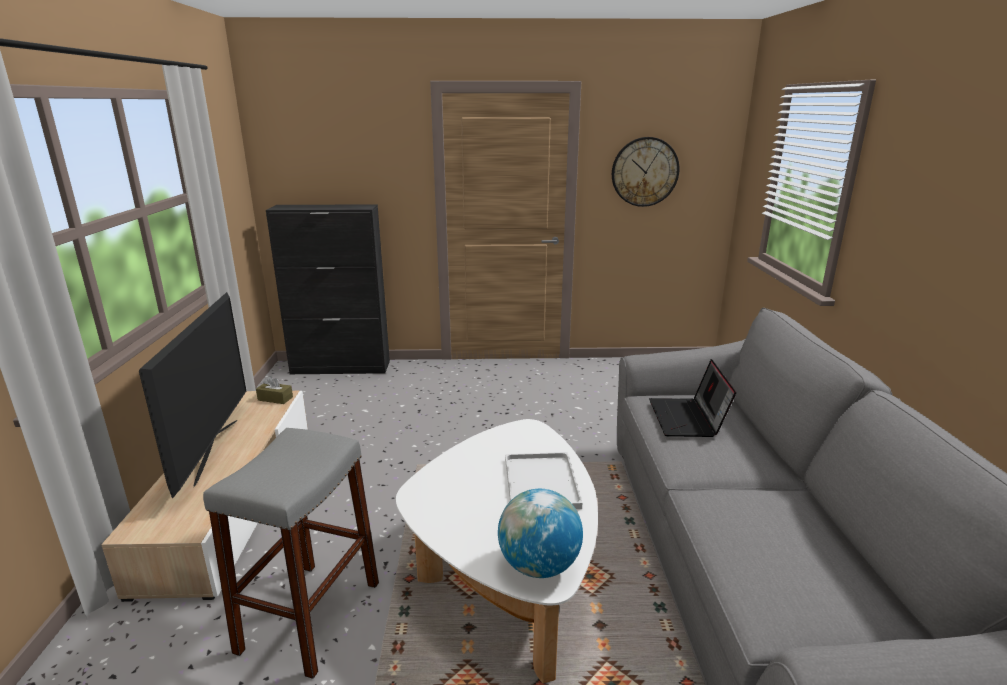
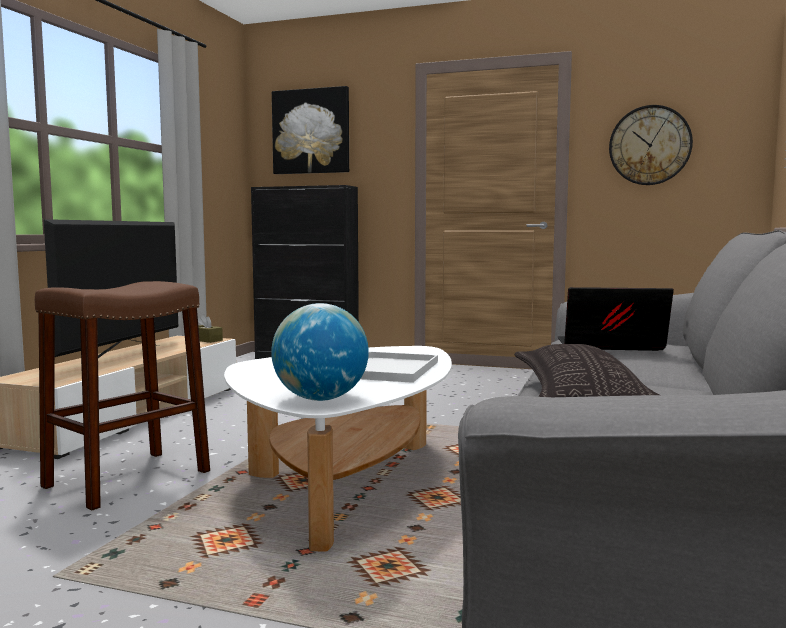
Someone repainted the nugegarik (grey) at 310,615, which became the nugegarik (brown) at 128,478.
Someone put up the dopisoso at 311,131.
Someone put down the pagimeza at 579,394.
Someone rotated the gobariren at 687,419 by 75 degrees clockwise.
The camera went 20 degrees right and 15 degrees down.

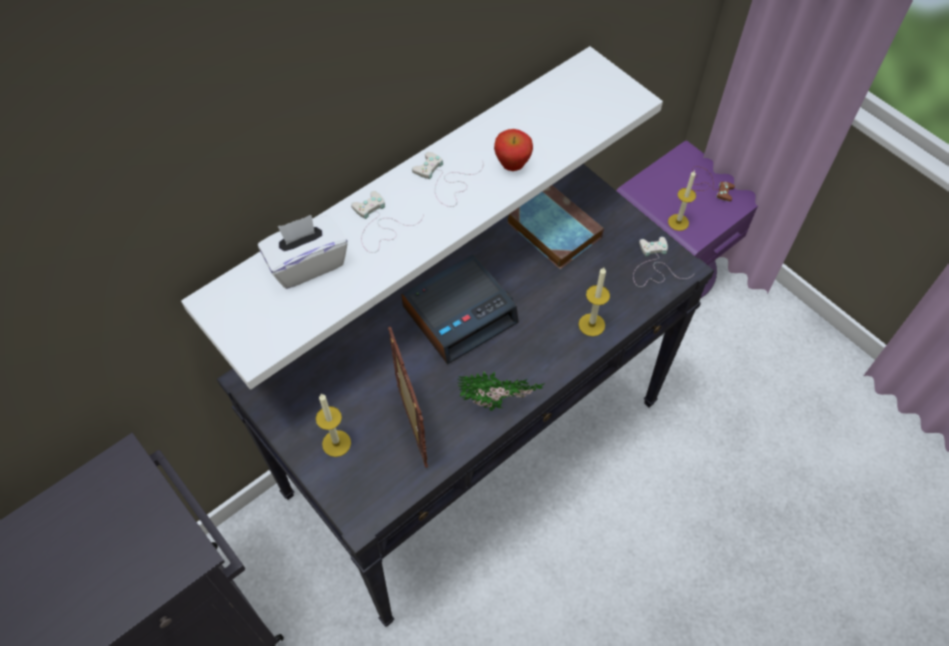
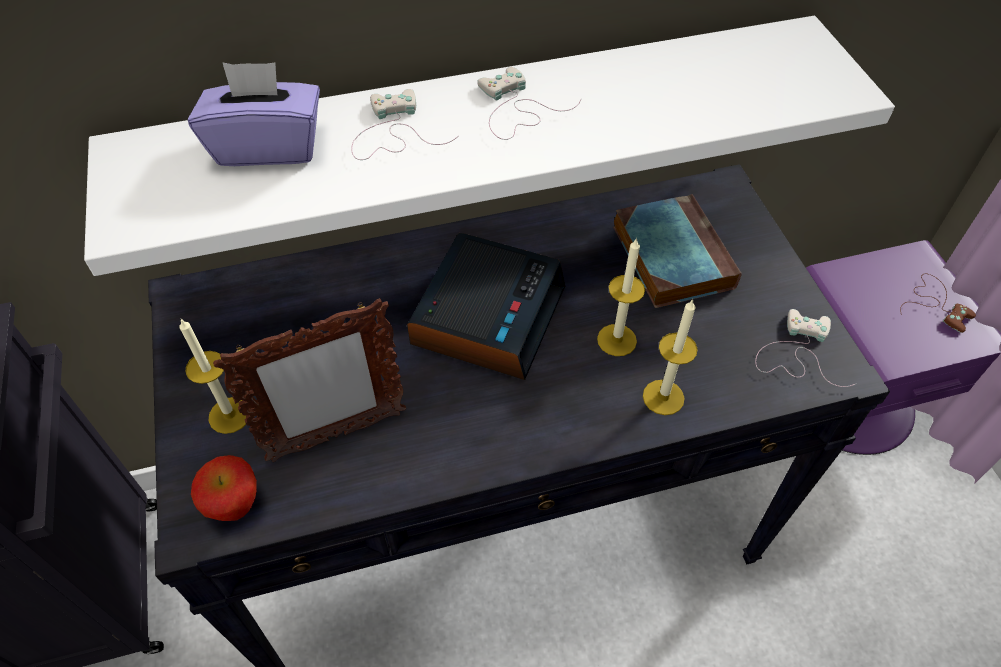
Someone repainted the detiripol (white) at 307,263, which became the detiripol (purple) at 268,146.
Someone carried the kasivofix from 512,166 to 236,507.
Someone rotated the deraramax at 411,428 by 60 degrees clockwise.
Someone rotated the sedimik at 460,313 by 60 degrees counterclockwise.
Someone carried the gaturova from 678,222 to 616,340.
Someone took away the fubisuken at 499,405.
The camera went 25 degrees right and 5 degrees down.

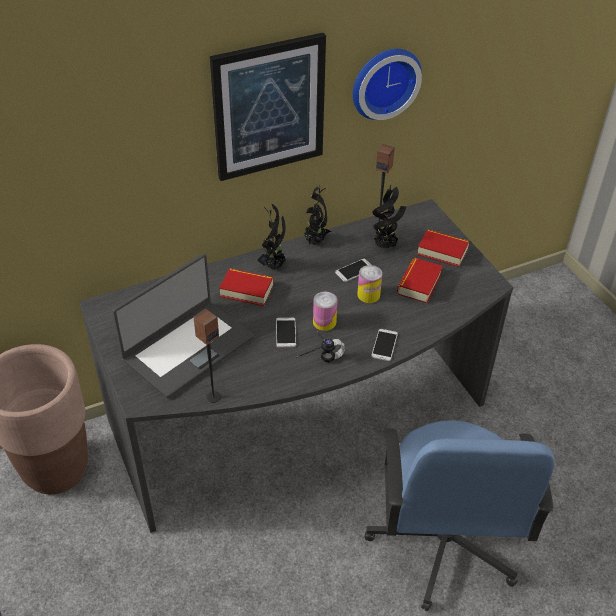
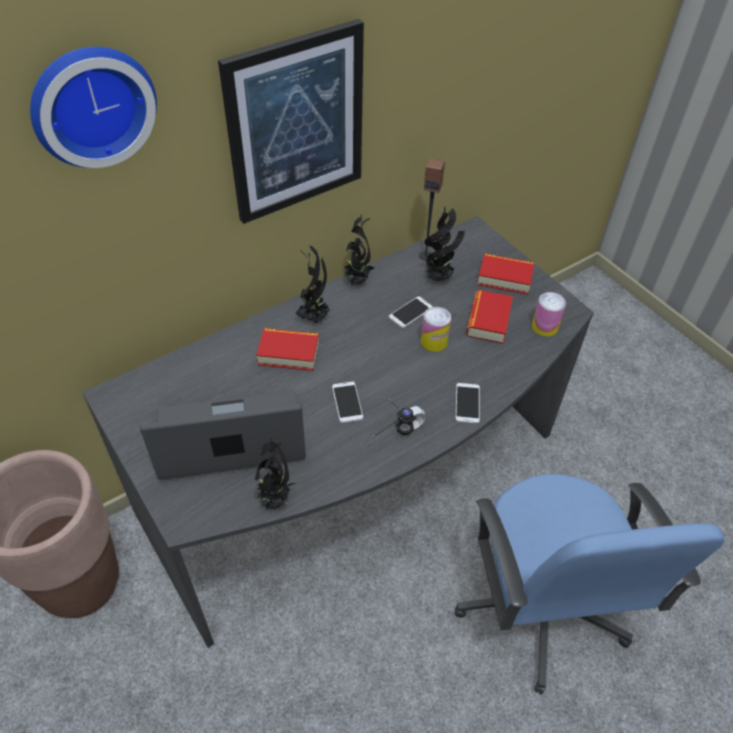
Someone carried the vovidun from 383,81 to 91,104.
Someone rotated the gobariren at 187,348 by 135 degrees counterclockwise.
Someone swapped the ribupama at 213,396 for the fubisuken at 275,500.
Someone carried the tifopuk from 324,322 to 545,326.
The camera went 10 degrees left and 5 degrees up.

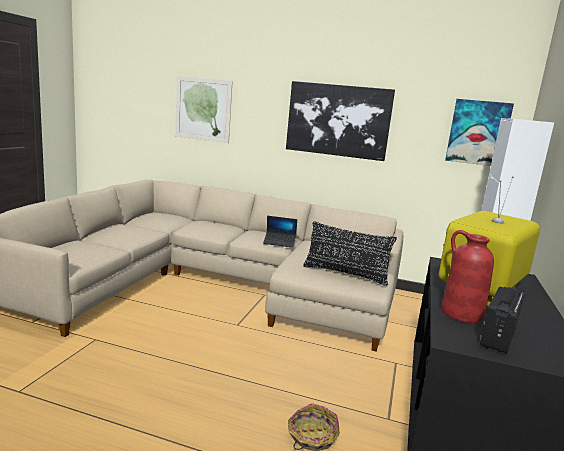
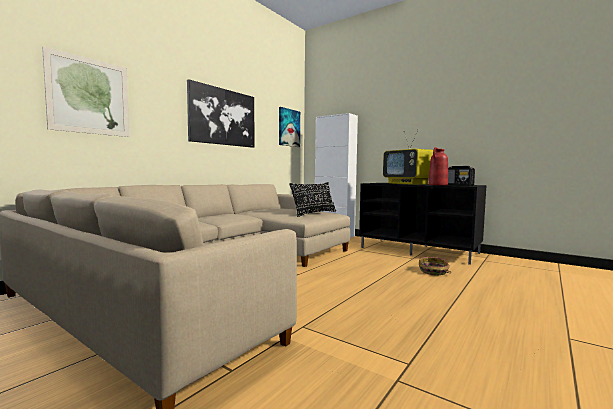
Someone took away the gobariren at 279,243.
The camera went 70 degrees left and 10 degrees down.

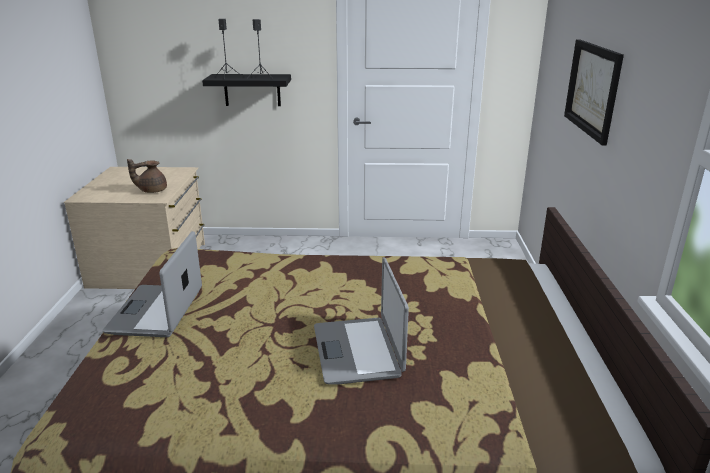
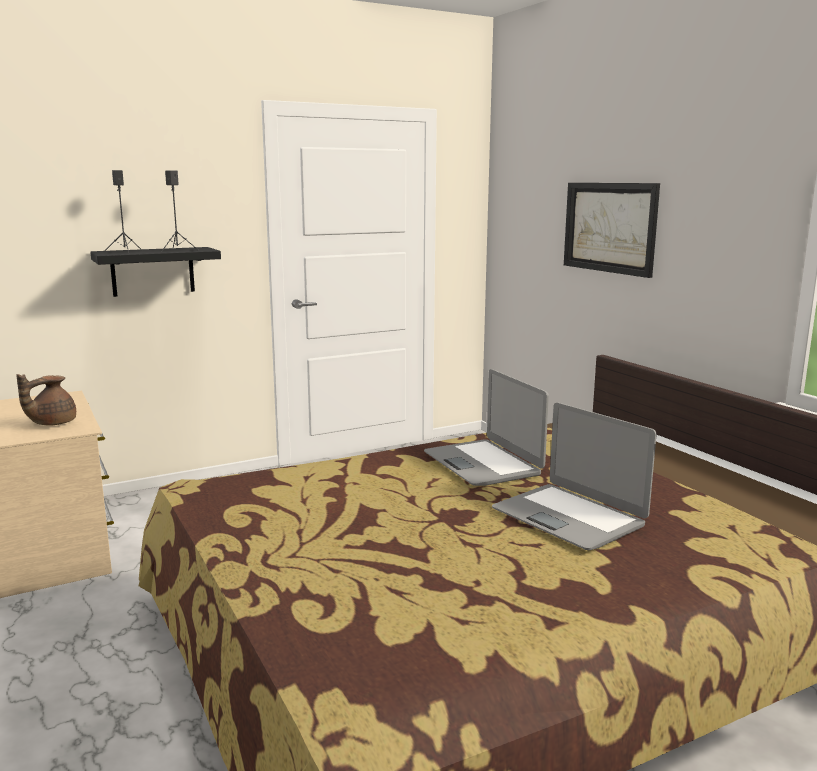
Someone carried the gobariren from 157,311 to 483,464.
The camera went 30 degrees left and 10 degrees down.

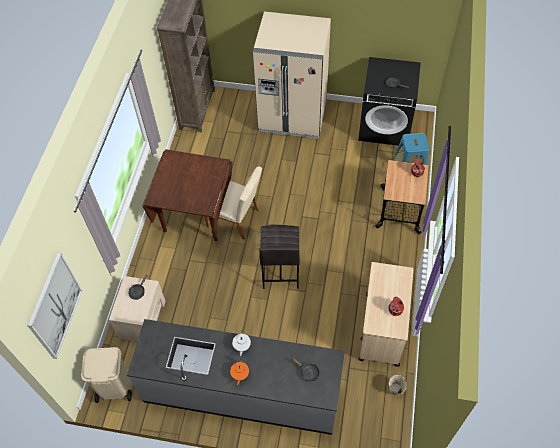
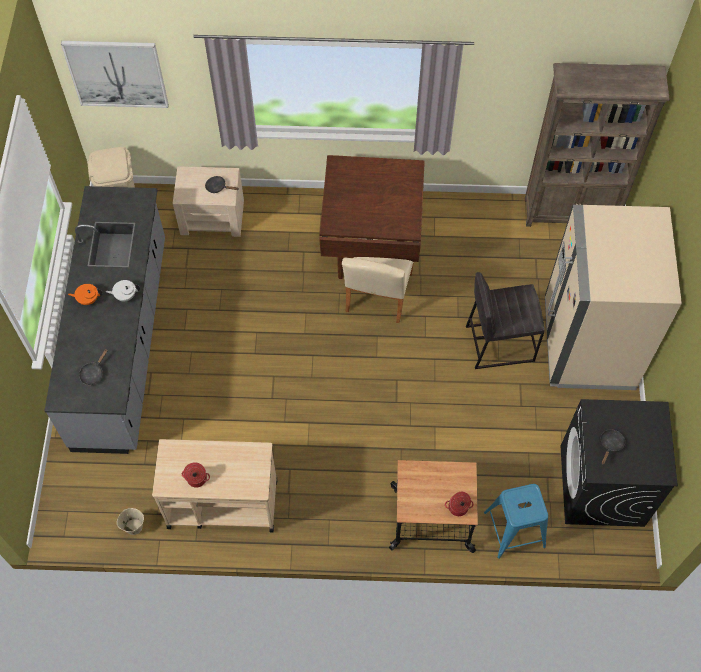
Someone carried the nugegarik (grey) from 280,270 to 499,343.
The camera went 80 degrees right and 5 degrees up.

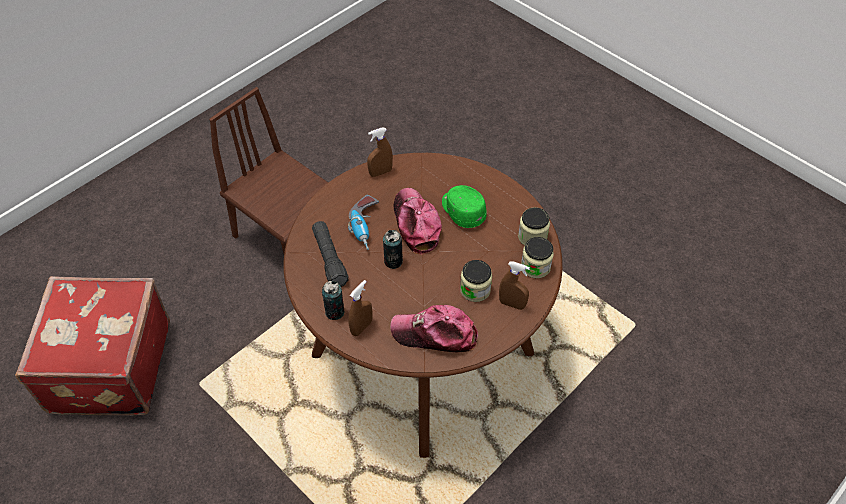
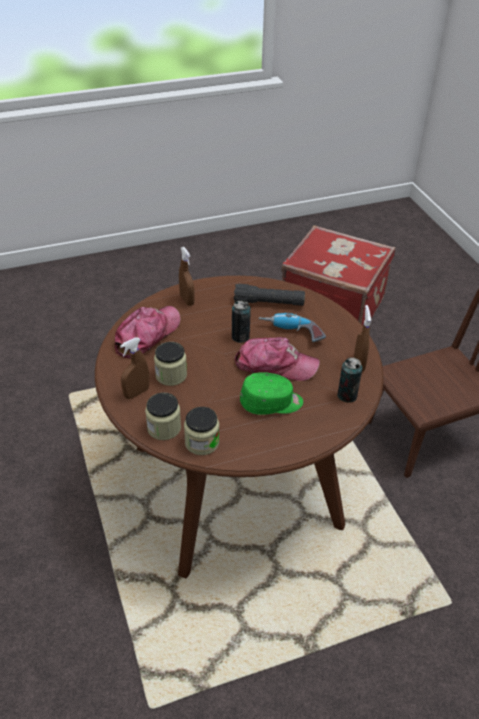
Someone carried the tifopuk from 334,312 to 347,395.
The camera went 115 degrees right and 10 degrees down.

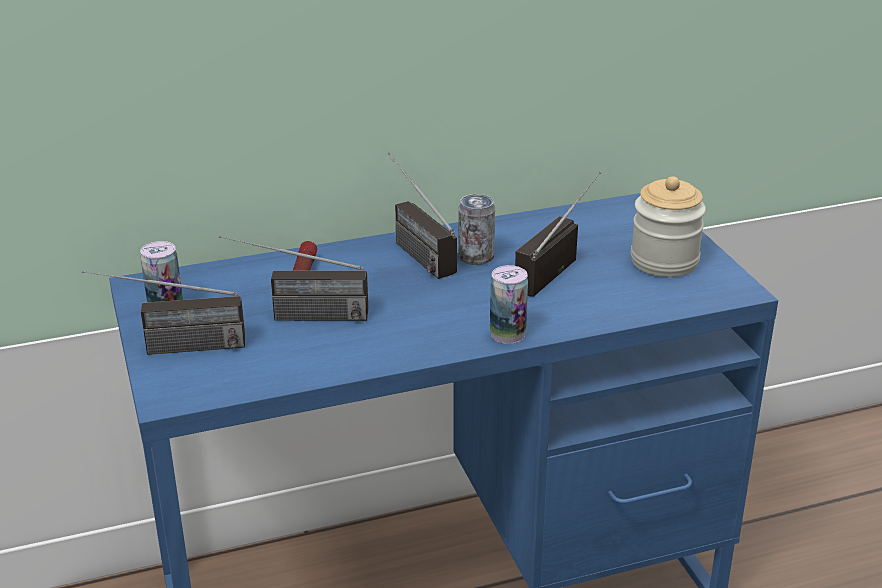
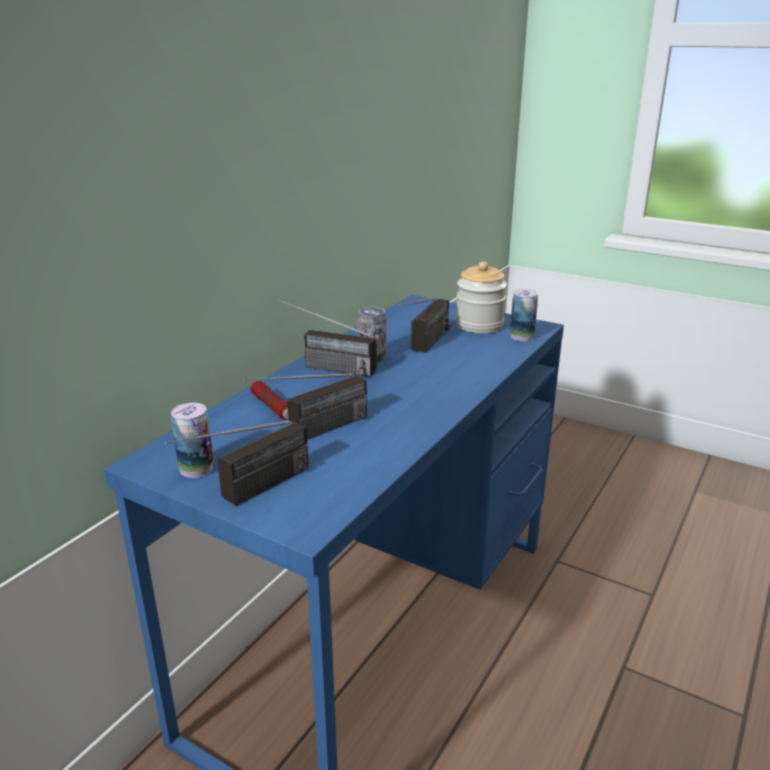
Someone rotated the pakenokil at 554,265 by 150 degrees counterclockwise.
Someone carried the tifopuk from 507,334 to 521,337.
The camera went 40 degrees left and 5 degrees down.

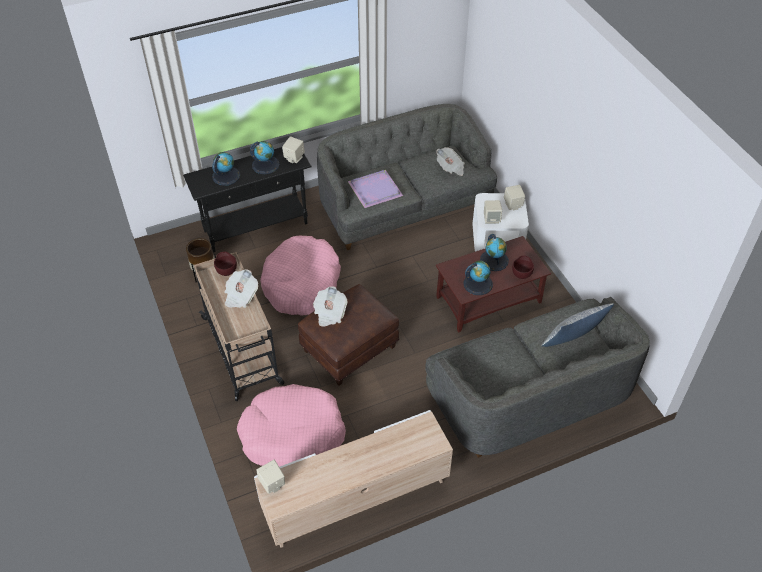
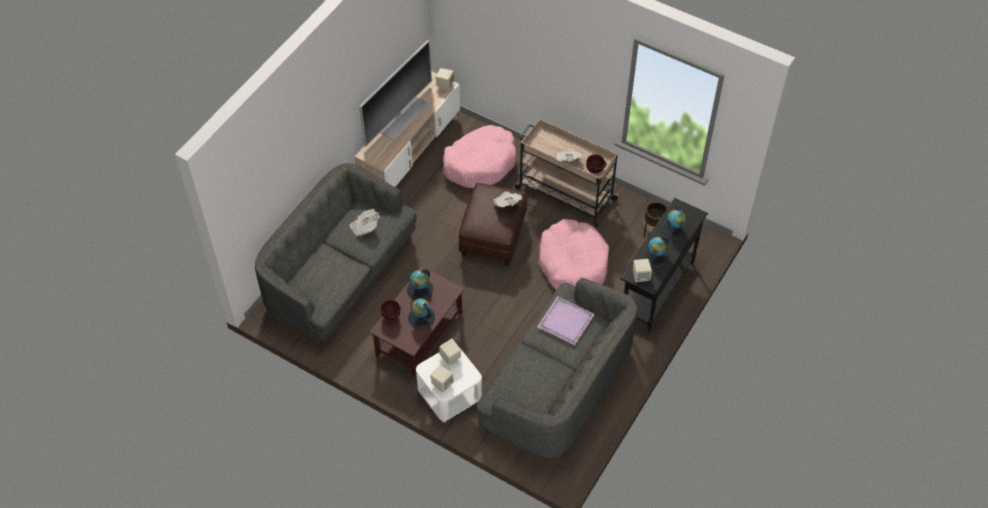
Someone carried the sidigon from 450,168 to 364,227.
Someone put down the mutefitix at 404,118.
Someone took away the pagimeza at 572,341.
The camera went 145 degrees right and 5 degrees up.

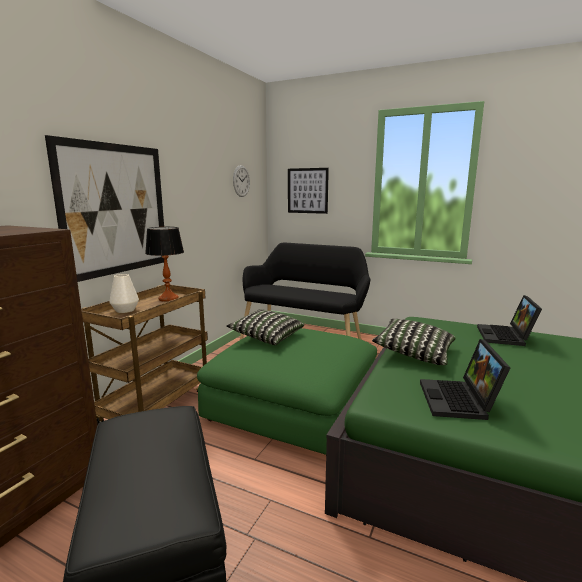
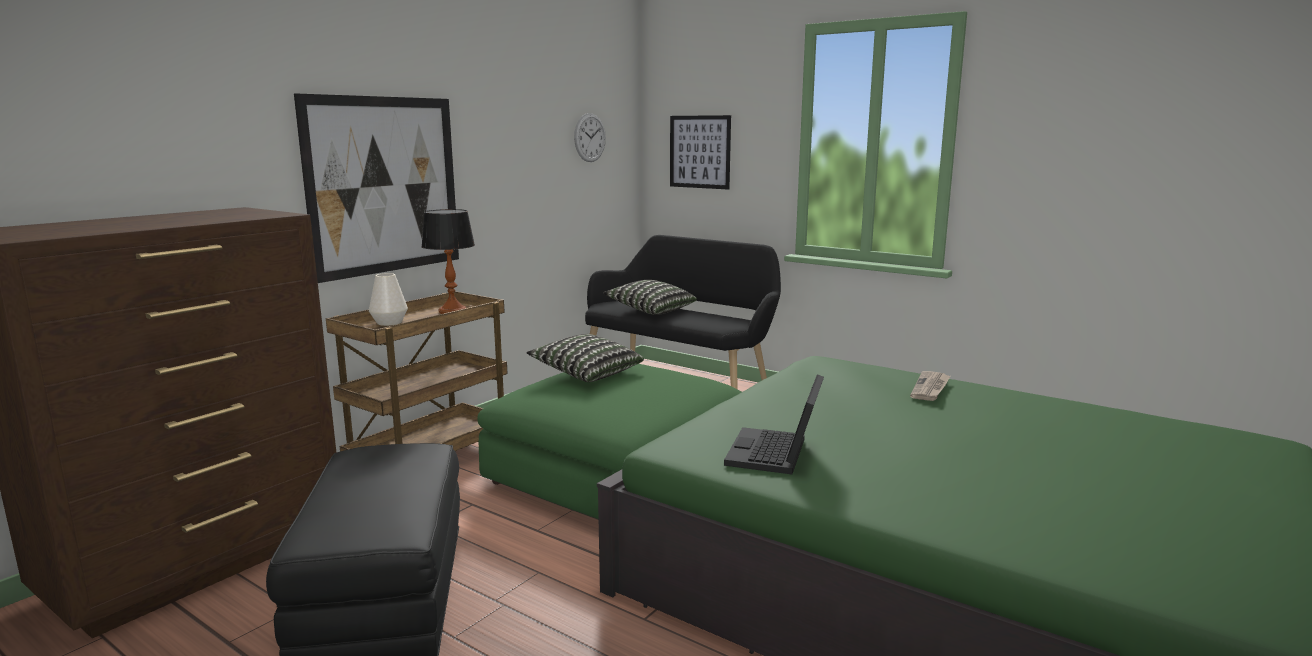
Someone carried the pagimeza from 414,353 to 651,310.
Someone swapped the gobariren at 506,336 for the sidigon at 930,388.
The camera went 10 degrees right and 0 degrees up.

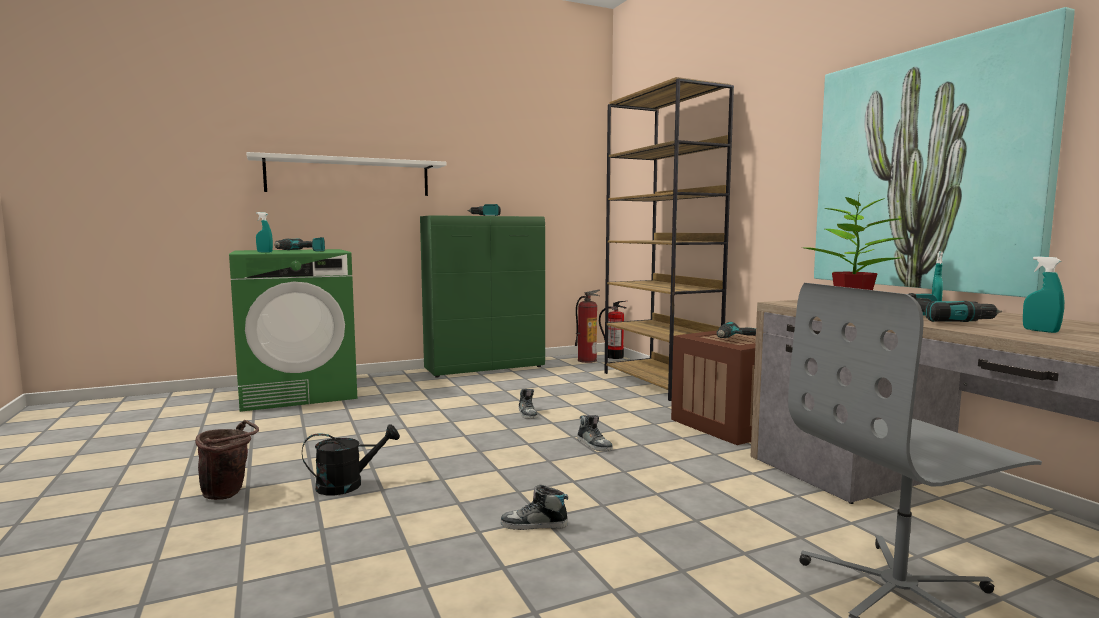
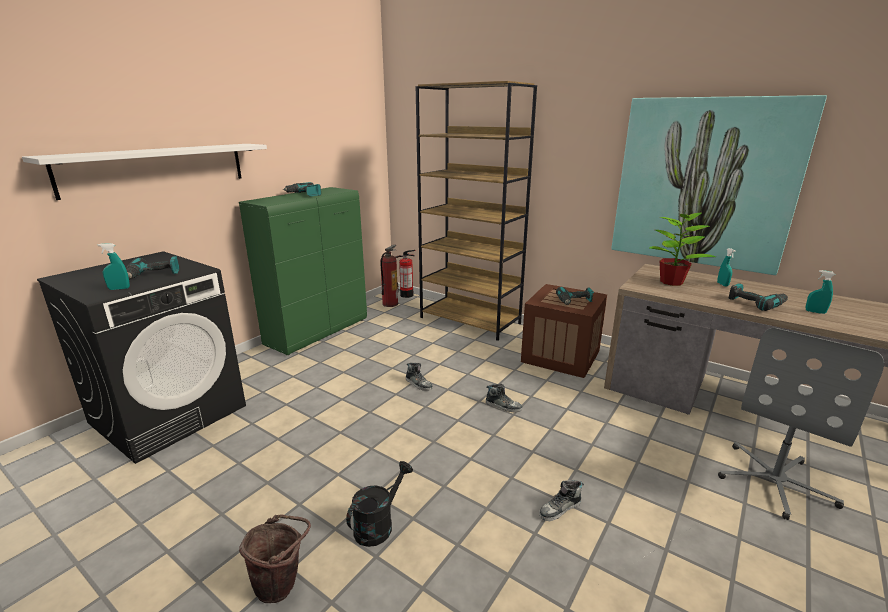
Someone repainted the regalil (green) at 299,392, which became the regalil (black) at 169,413.
The camera went 30 degrees left and 15 degrees up.

